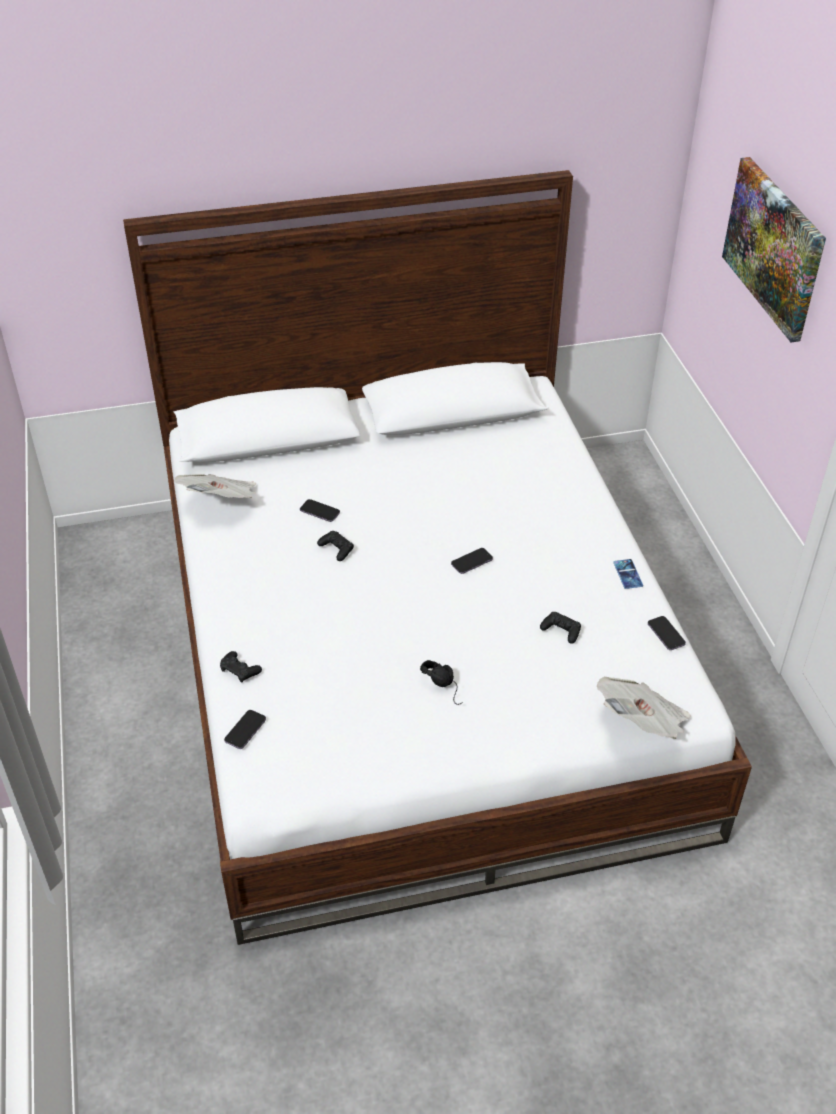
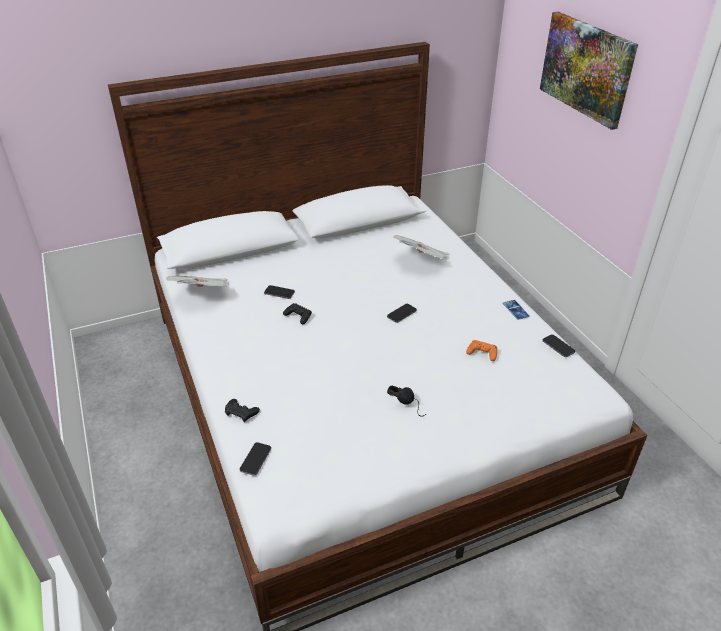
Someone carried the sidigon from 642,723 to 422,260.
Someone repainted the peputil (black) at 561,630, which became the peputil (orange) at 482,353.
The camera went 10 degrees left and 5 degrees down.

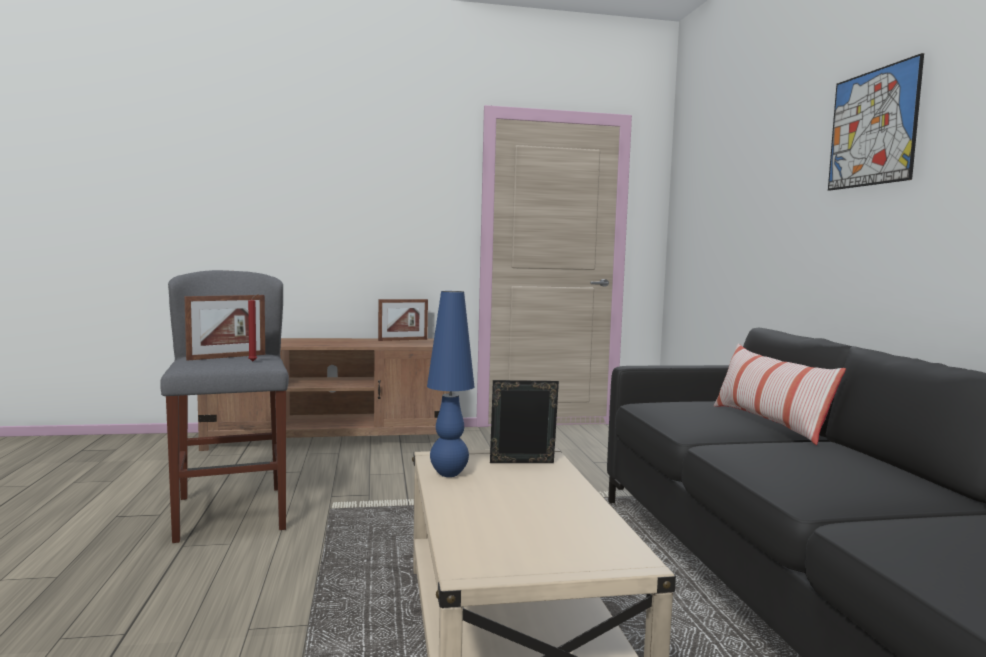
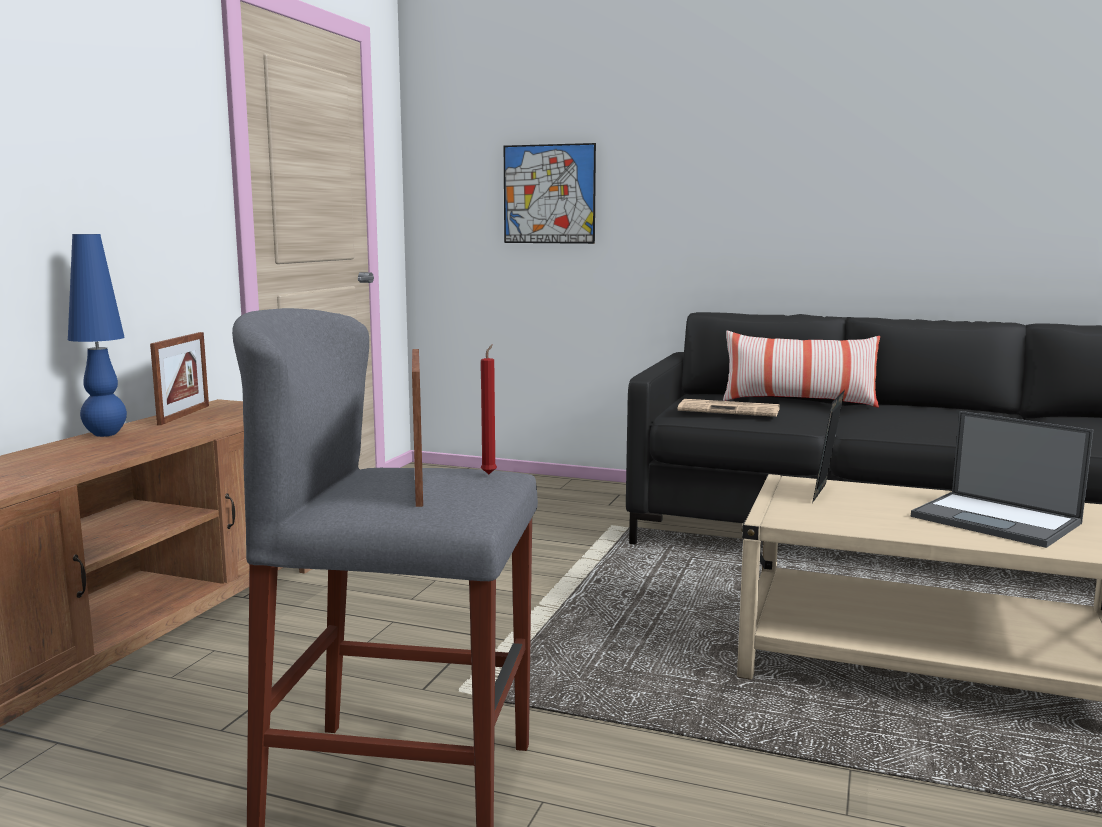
Someone carried the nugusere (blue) from 449,474 to 106,434.
Someone carried the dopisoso from 872,128 to 549,194.
Someone put down the sidigon at 730,410.
Someone put down the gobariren at 997,520.
The camera went 60 degrees left and 5 degrees up.

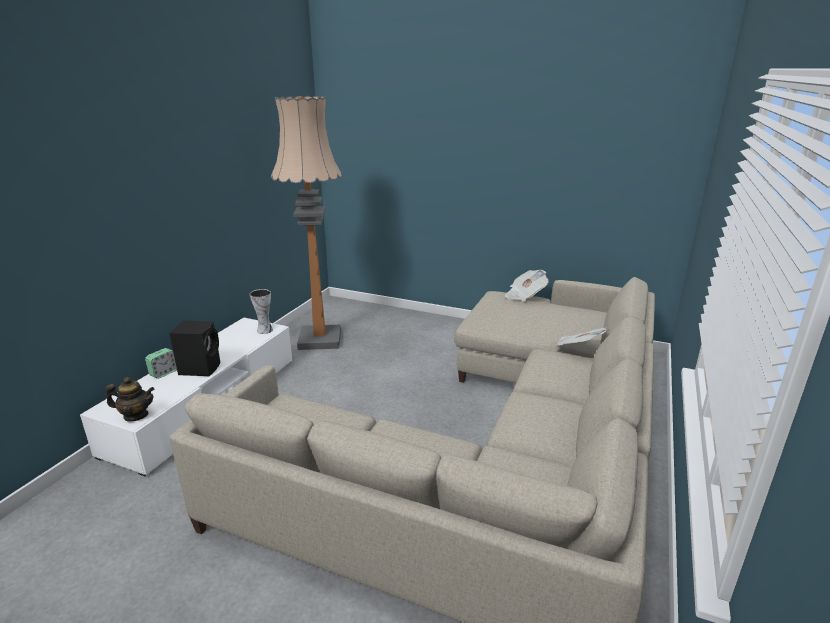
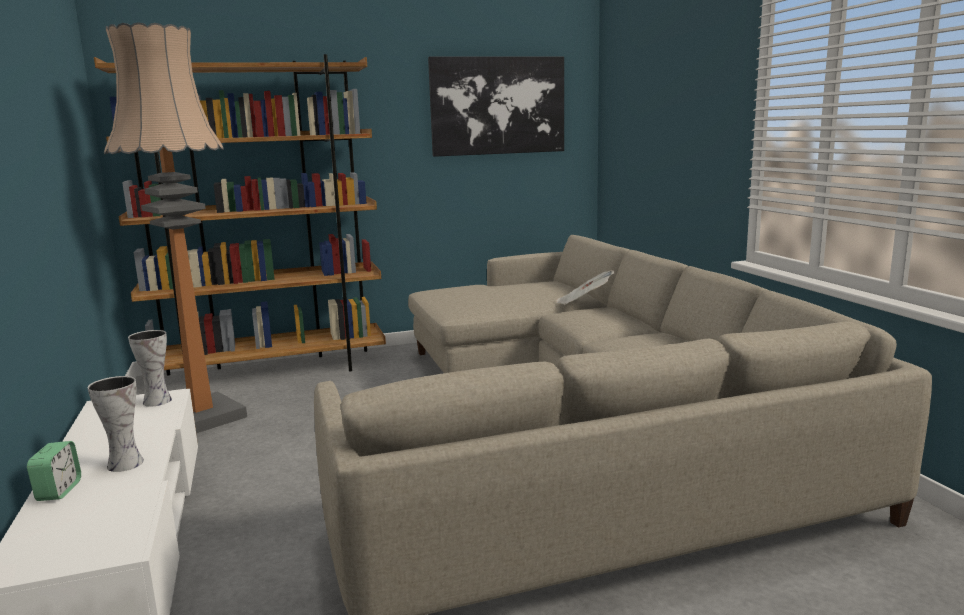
Someone swapped the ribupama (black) at 201,368 for the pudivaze at 123,463.
Someone put down the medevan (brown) at 272,371.
Someone put up the dopisoso at 498,106.
Someone took away the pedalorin at 136,415.
Someone took away the sidigon at 525,295.
The camera went 40 degrees left and 10 degrees down.

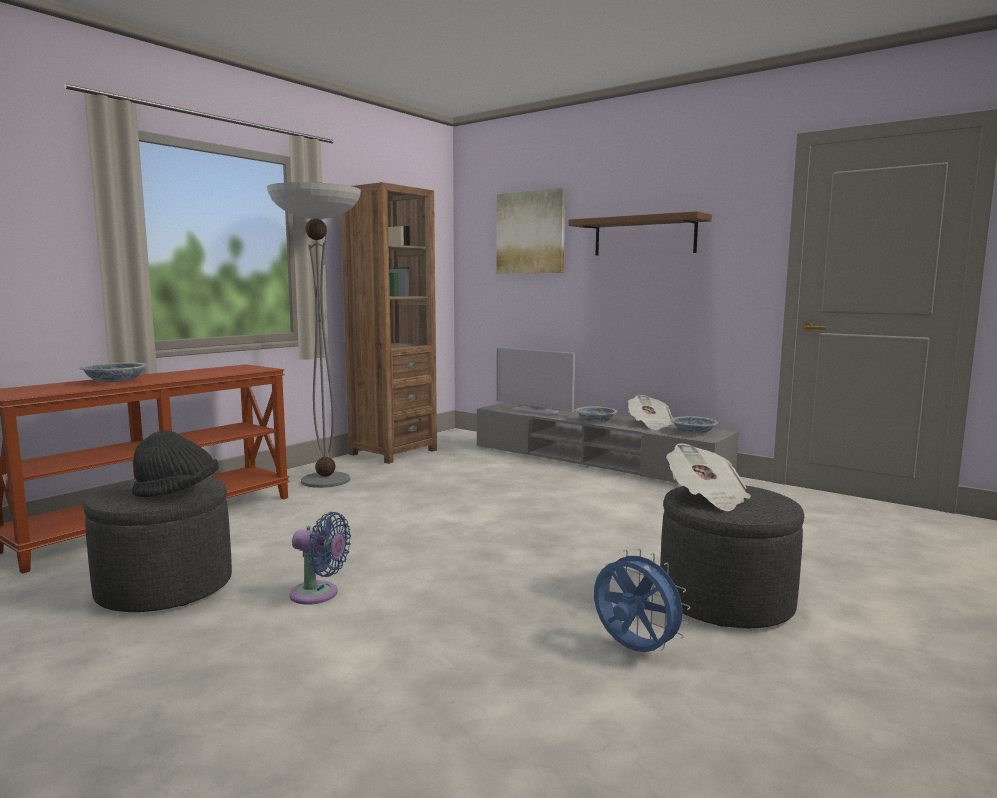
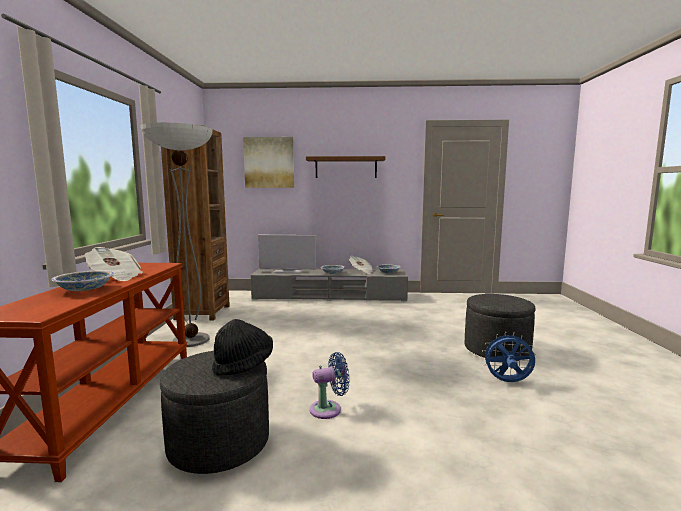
Someone carried the sidigon from 707,498 to 115,277.
The camera went 35 degrees left and 0 degrees up.

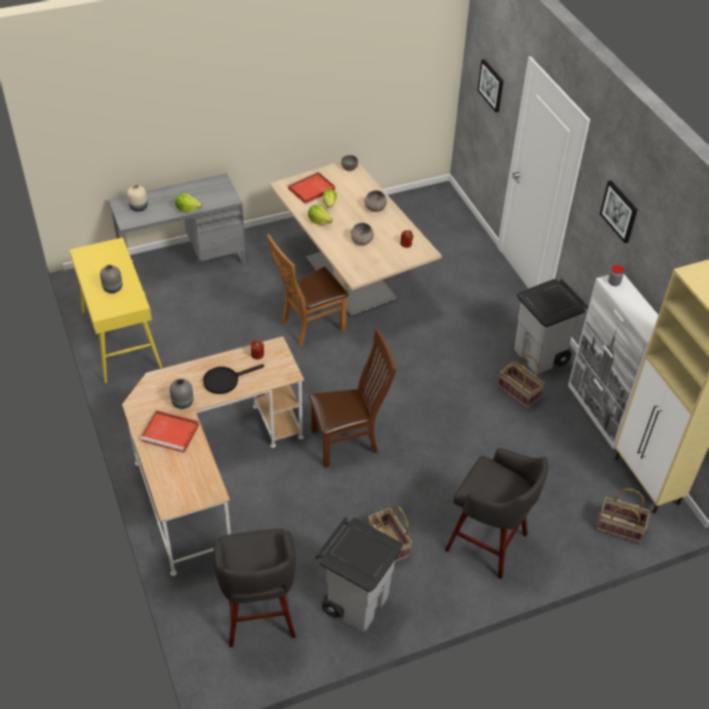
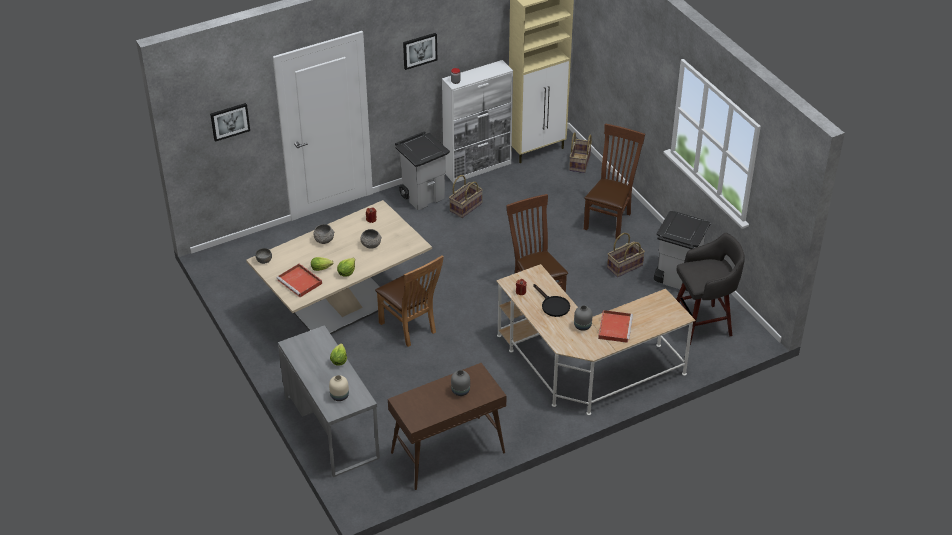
Someone repainted the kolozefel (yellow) at 120,339, which became the kolozefel (brown) at 447,453.
Someone swapped the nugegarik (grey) at 489,543 for the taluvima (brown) at 610,220.
The camera went 95 degrees left and 5 degrees down.

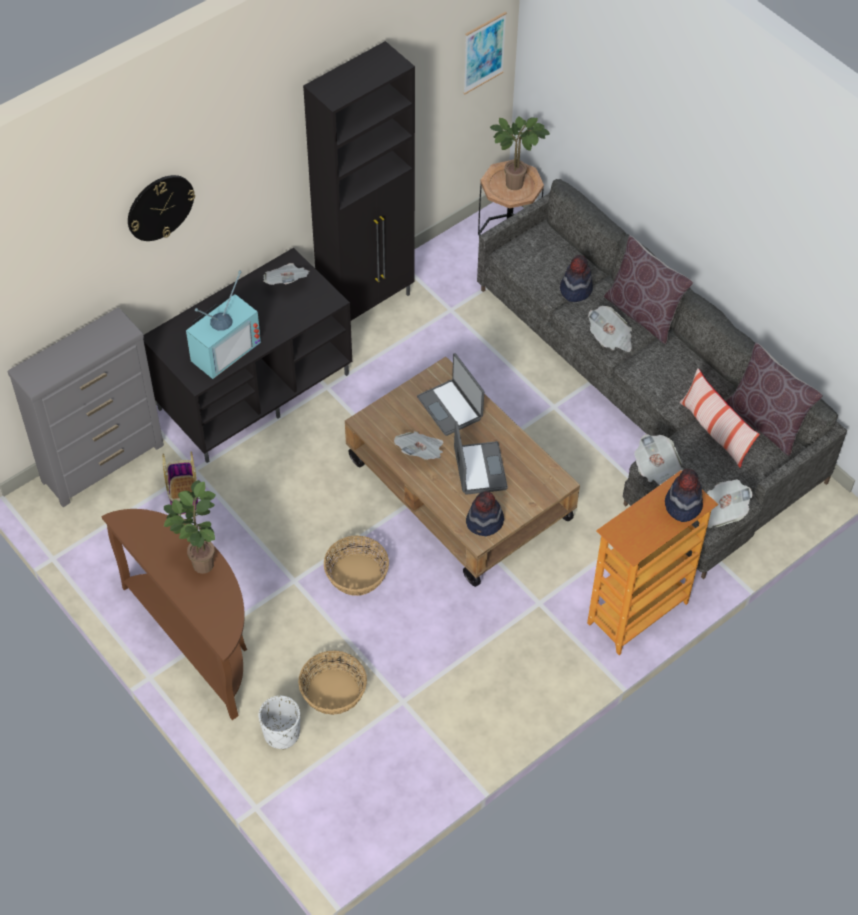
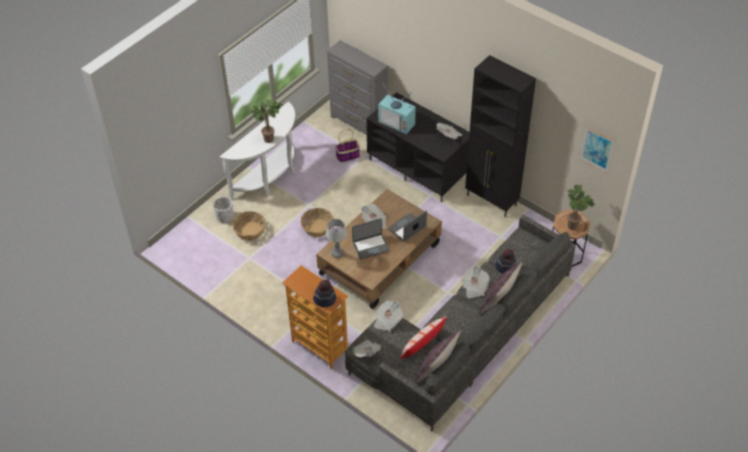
Someone repainted the kolozefel (brown) at 198,638, which became the kolozefel (white) at 270,178.
Someone swapped the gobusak at 485,522 for the nugusere at 337,254.
Someone took away the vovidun at 160,207.
The camera went 80 degrees right and 5 degrees down.

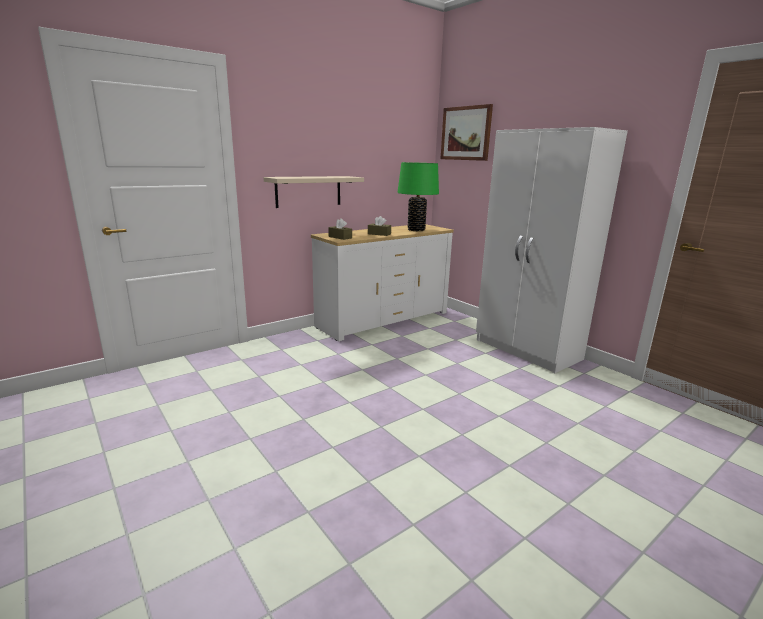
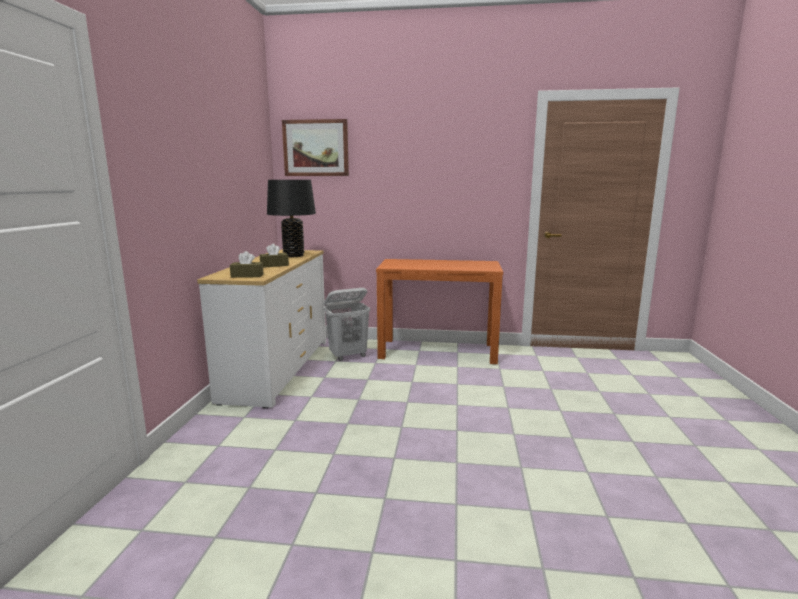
Someone repainted the nugusere (green) at 416,230, which became the nugusere (black) at 293,256.
Someone put down the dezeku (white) at 348,356.
Someone swapped the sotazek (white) at 527,350 for the kolozefel (orange) at 438,351.
Someone took away the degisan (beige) at 308,191.
The camera went 45 degrees left and 5 degrees down.

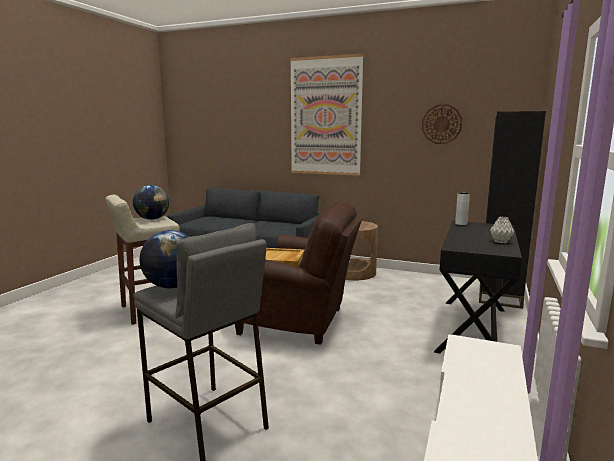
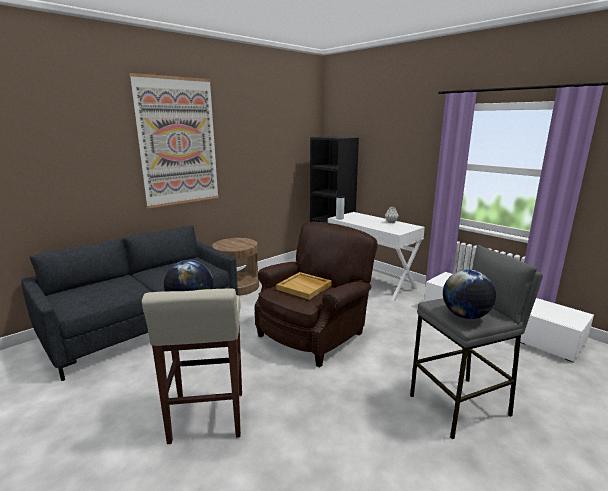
Someone repainted the kolozefel (black) at 473,329, which became the kolozefel (white) at 371,282.
Someone took away the vovidun at 441,124.
The camera went 65 degrees left and 5 degrees up.

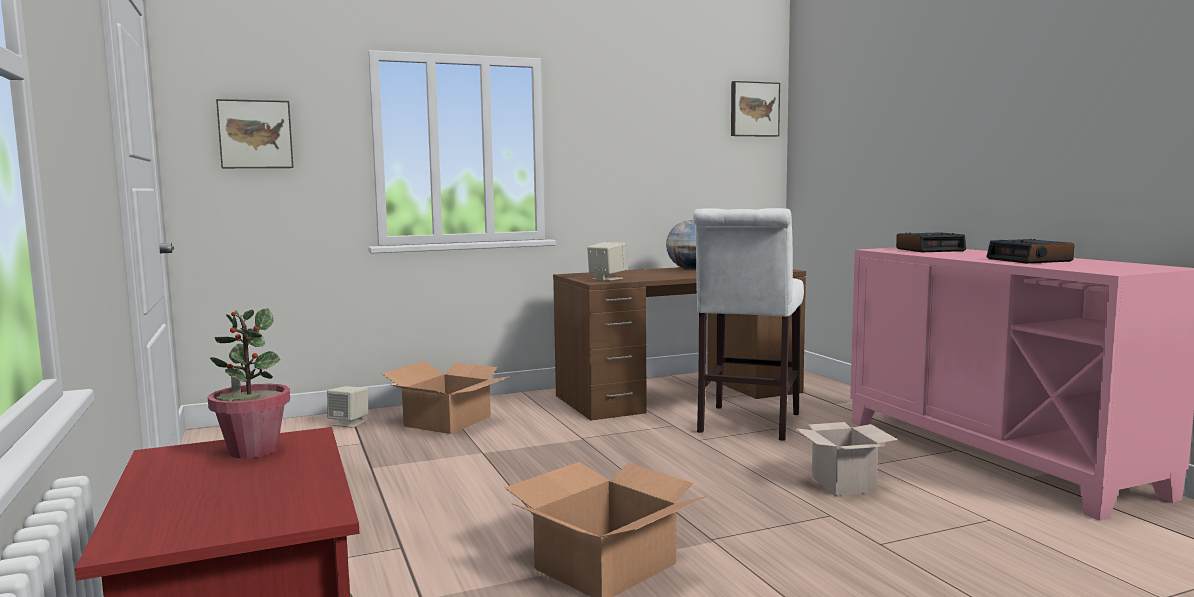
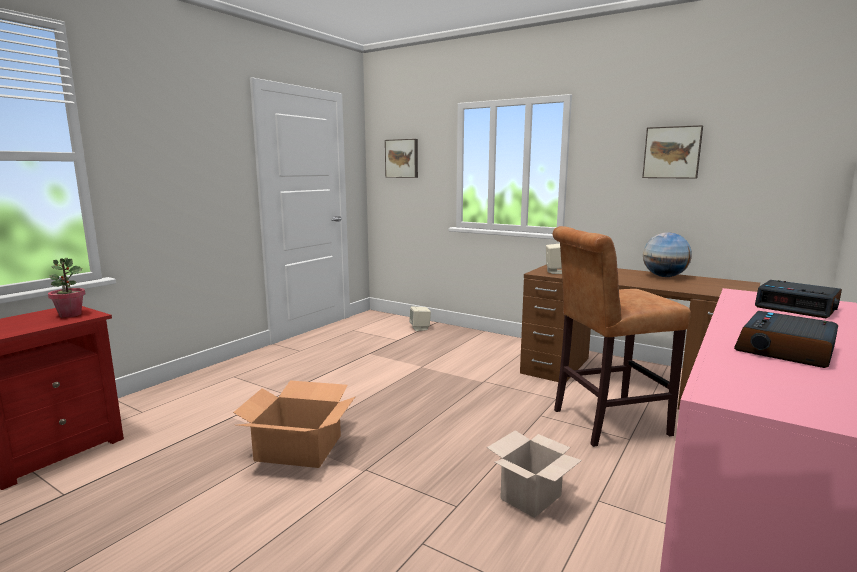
Someone repainted the nugegarik (white) at 747,425, which became the nugegarik (brown) at 604,423.
Someone carried the dopisoso from 753,109 to 672,152.
Someone took away the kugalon at 448,421.
The camera went 55 degrees right and 5 degrees up.

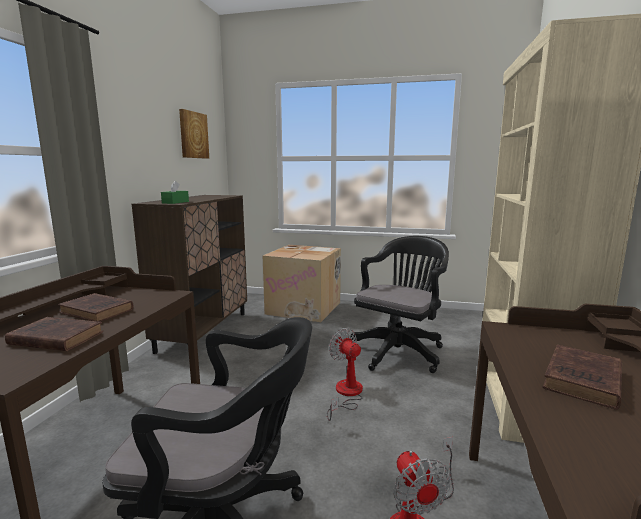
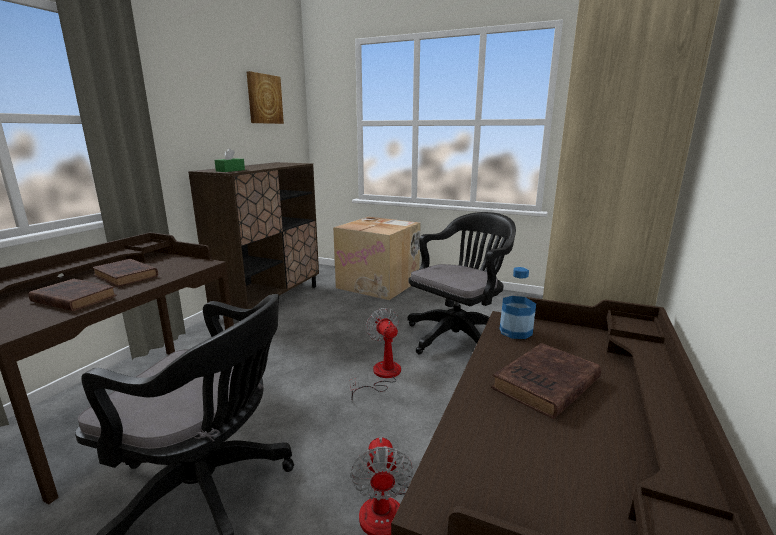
Someone put down the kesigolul at 515,331.
The camera went 10 degrees right and 5 degrees up.

